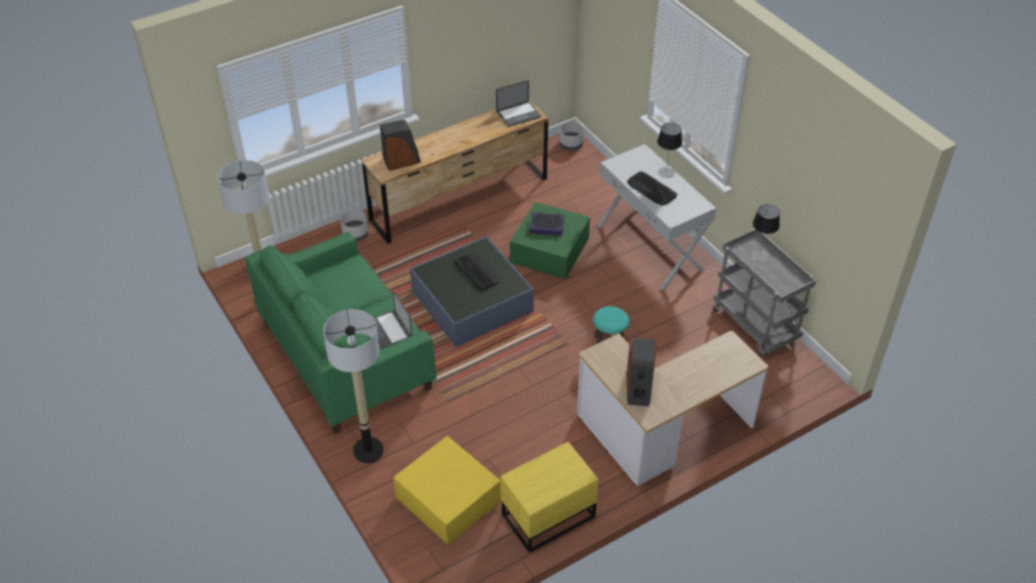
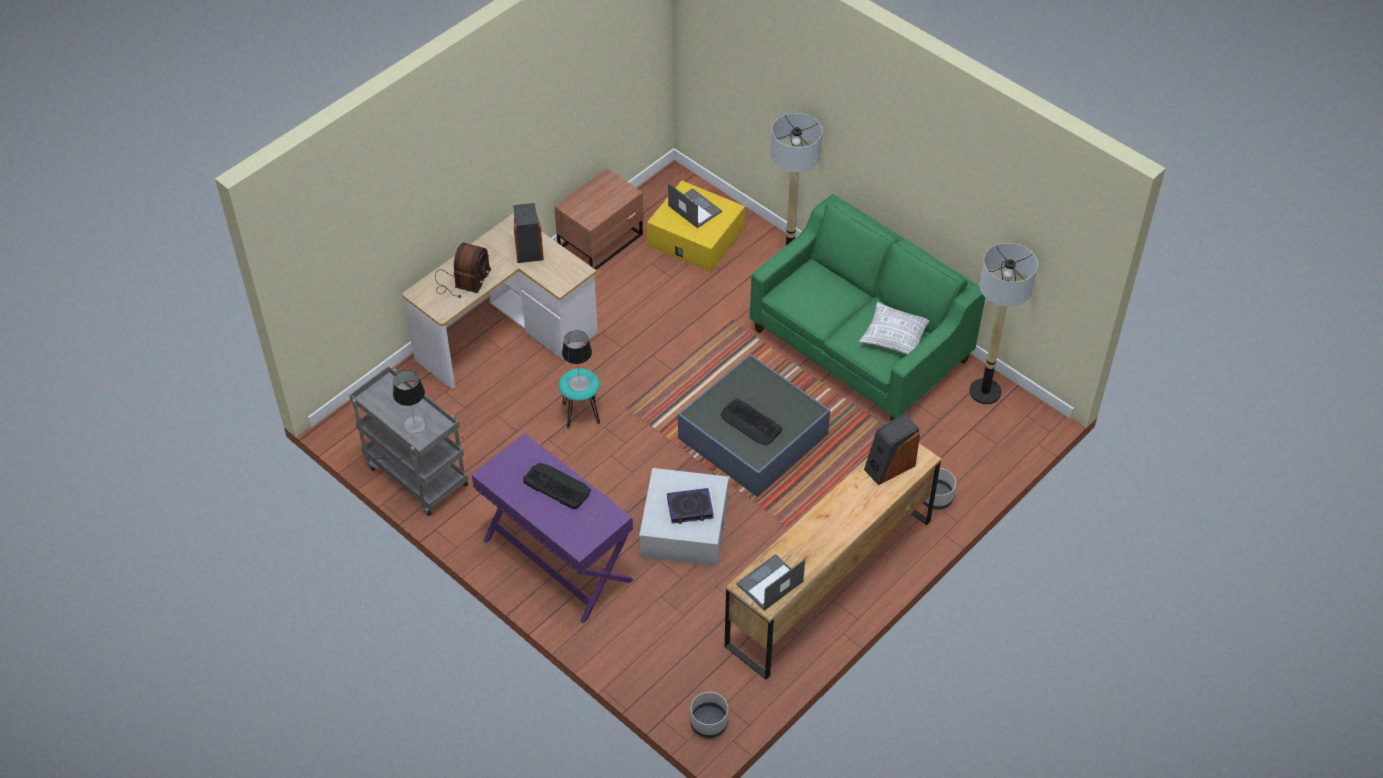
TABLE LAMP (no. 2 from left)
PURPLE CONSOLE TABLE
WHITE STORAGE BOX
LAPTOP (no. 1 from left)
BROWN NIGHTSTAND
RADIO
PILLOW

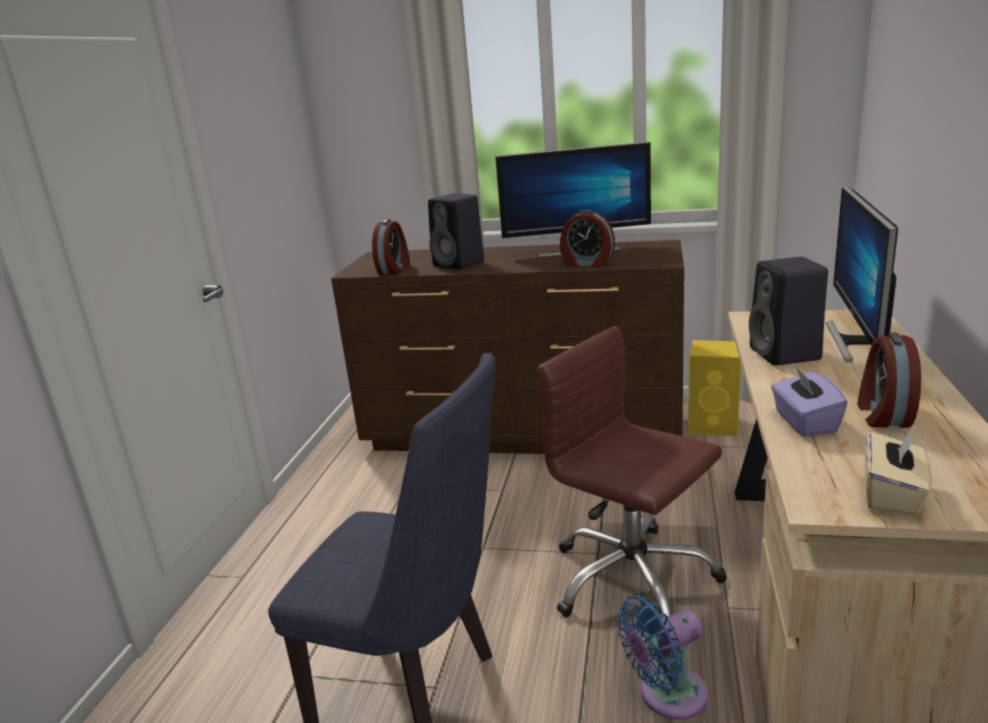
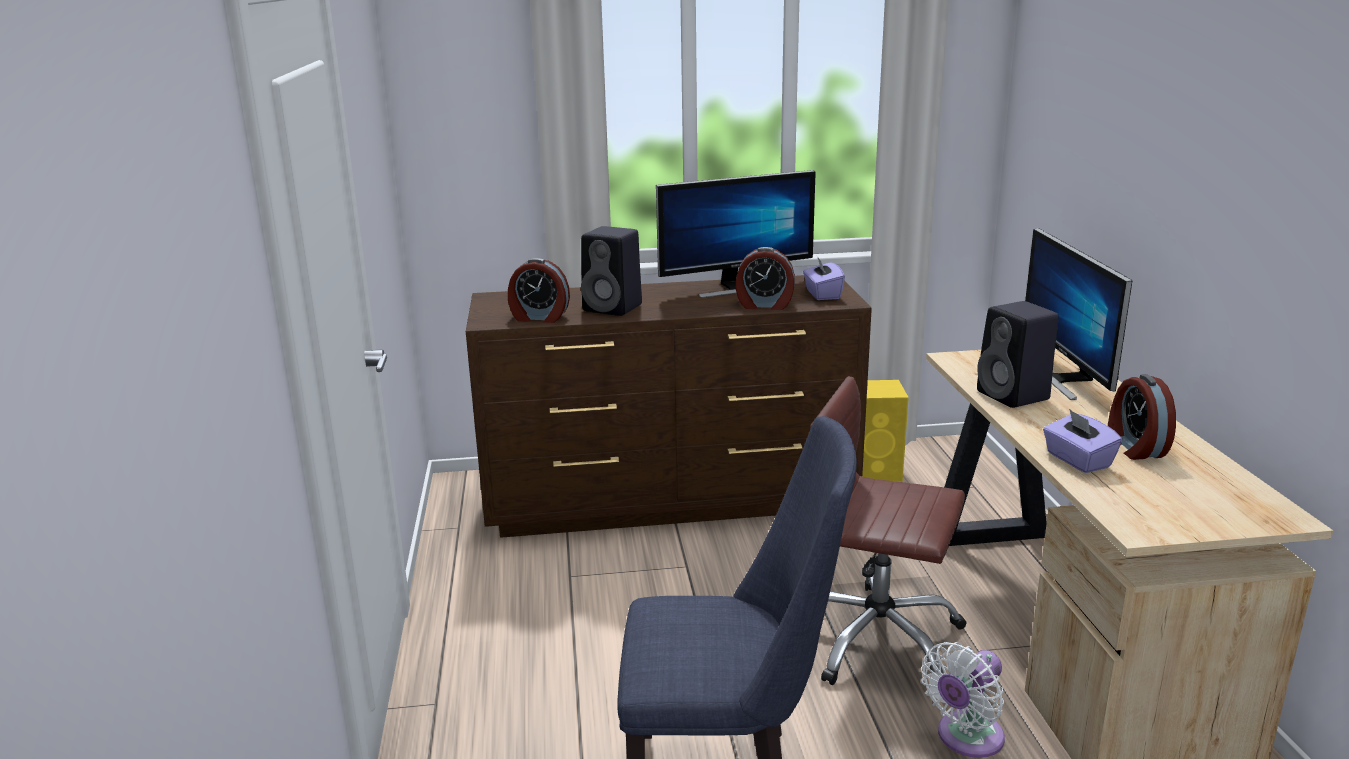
ALARM CLOCK (no. 1 from left)
BEIGE TISSUE BOX
WHITE FAN
PURPLE TISSUE BOX (no. 1 from left)

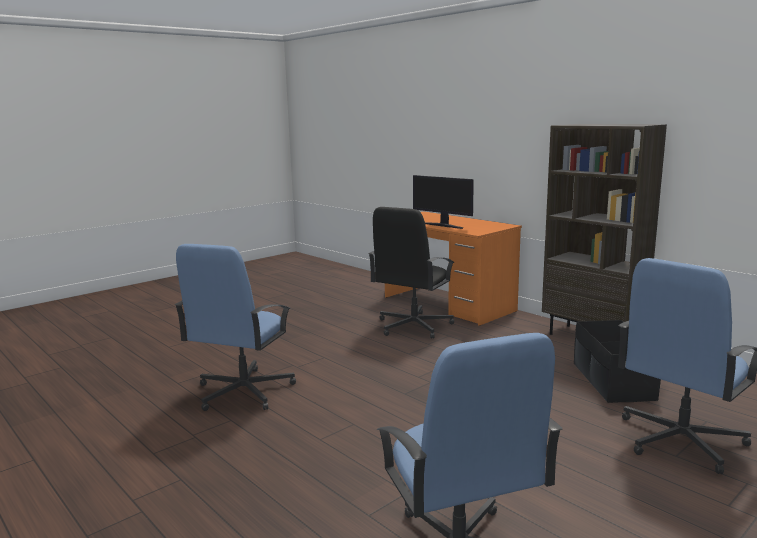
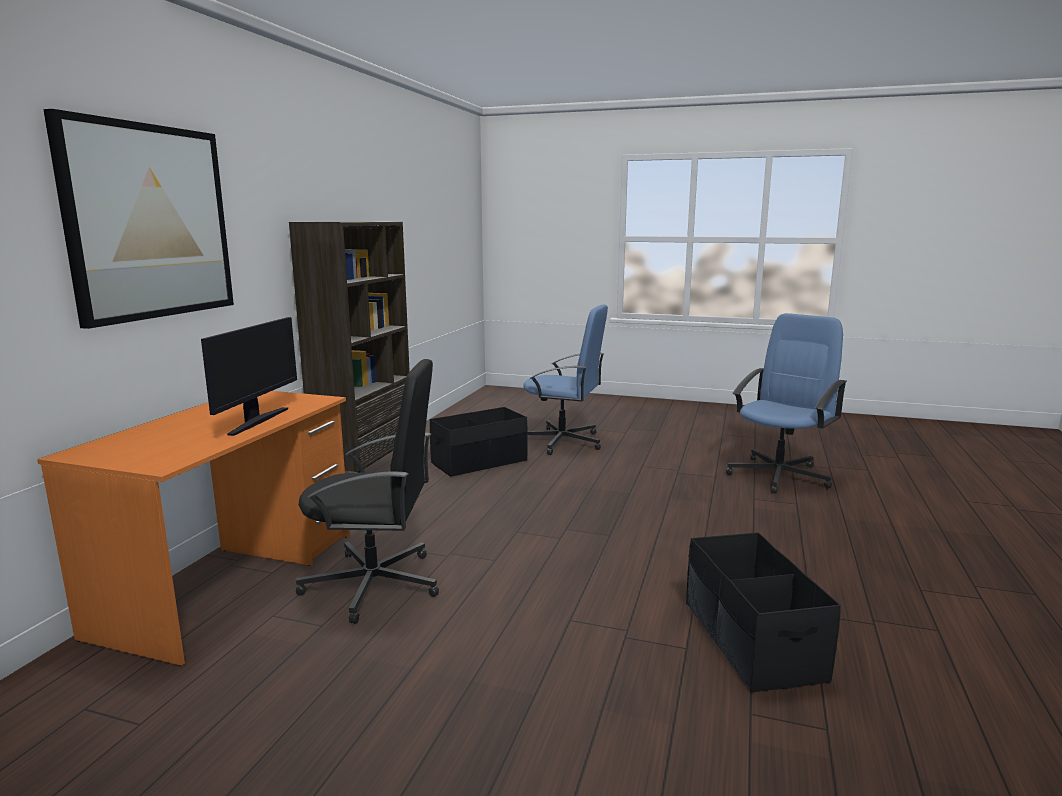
BLACK STORAGE BOX (no. 2 from left)
PICTURE

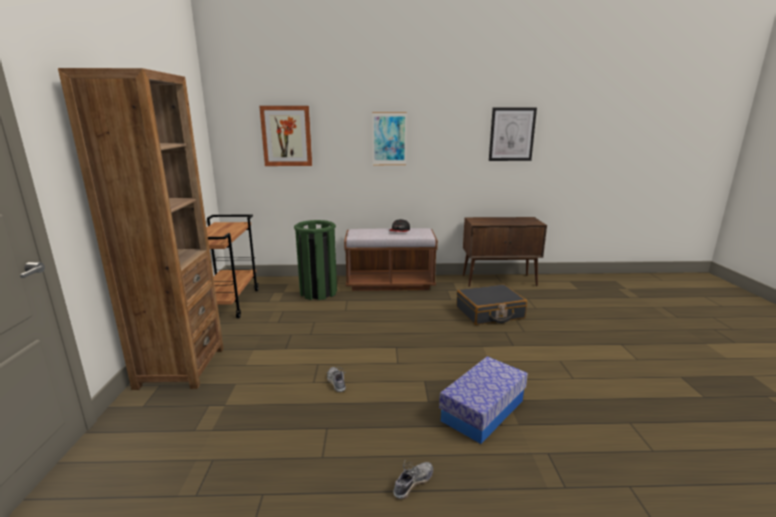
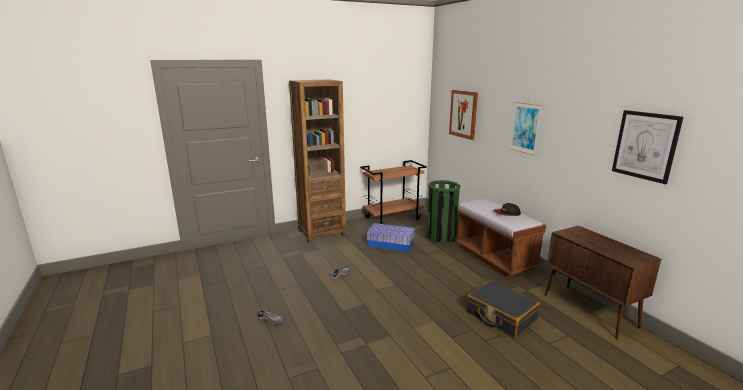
STORAGE BOX

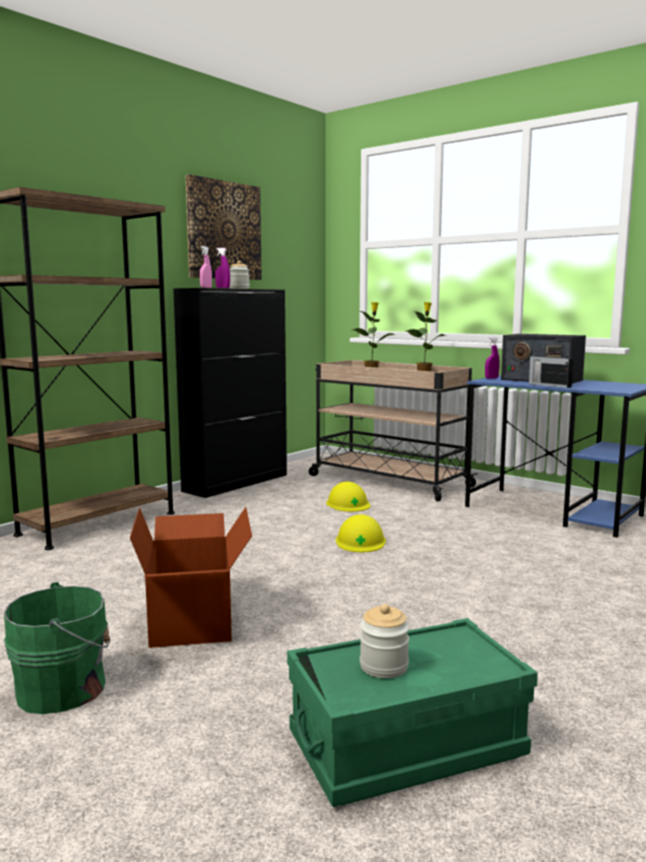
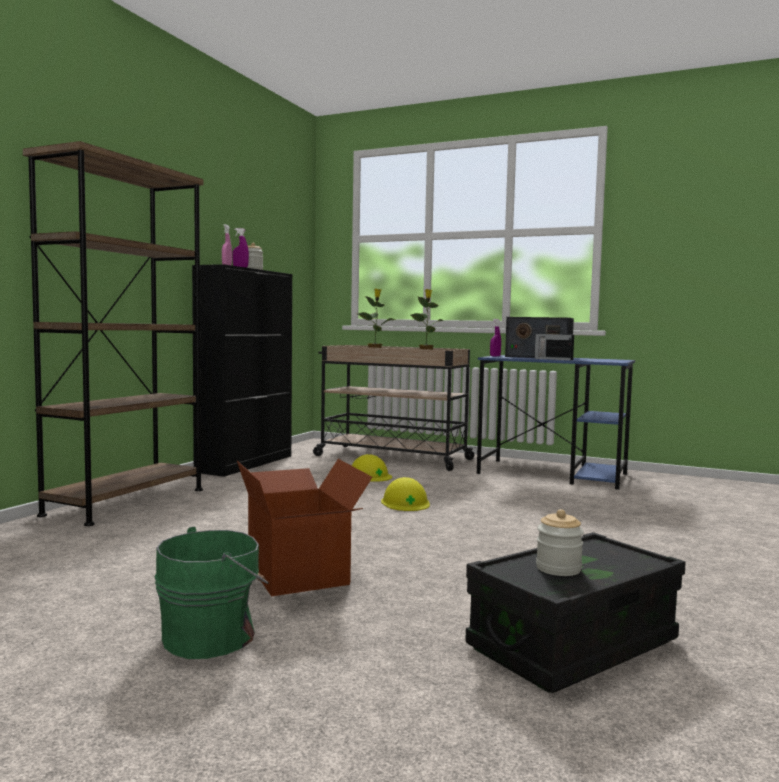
PICTURE
BLACK STORAGE BOX

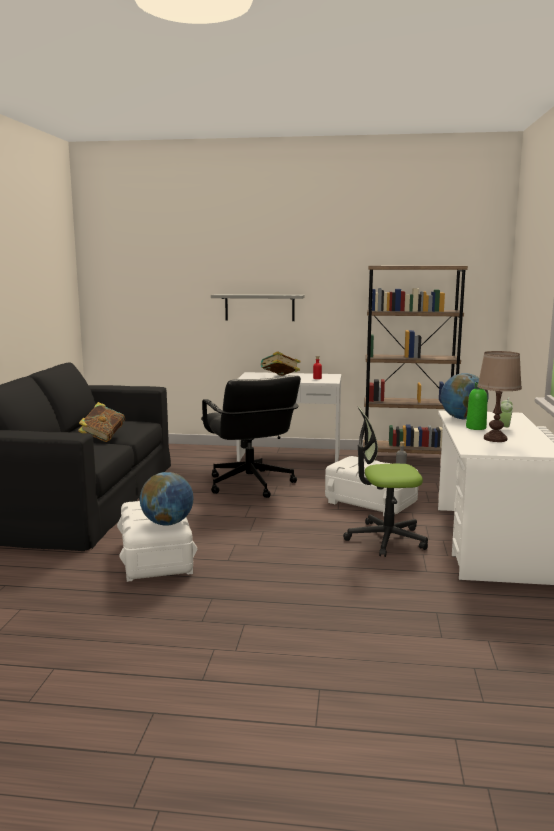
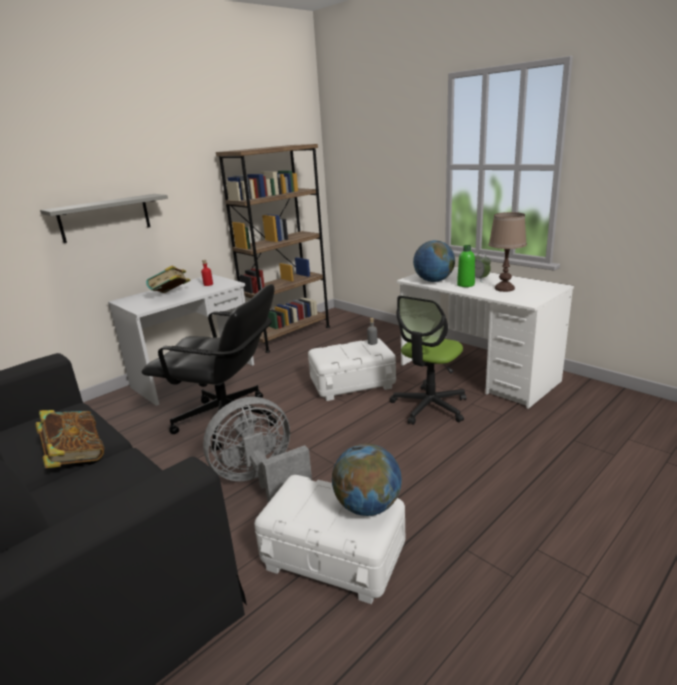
GREY FAN

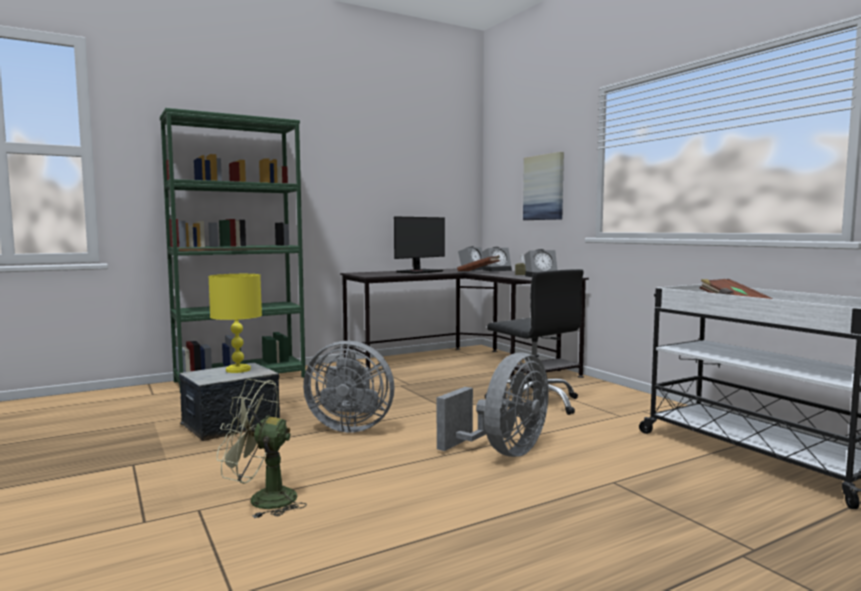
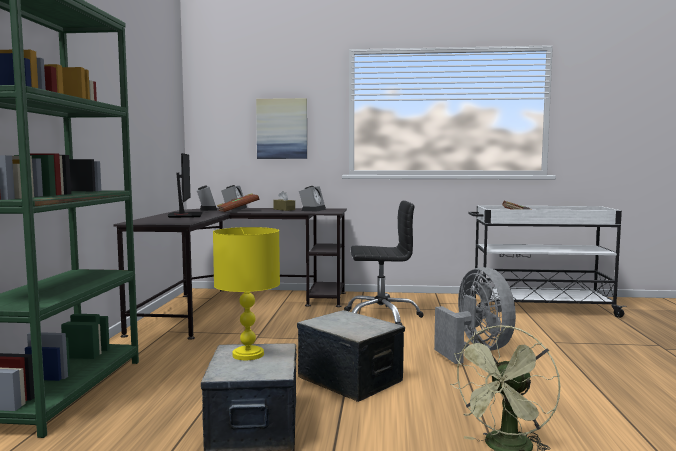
STORAGE BOX (no. 2 from left)

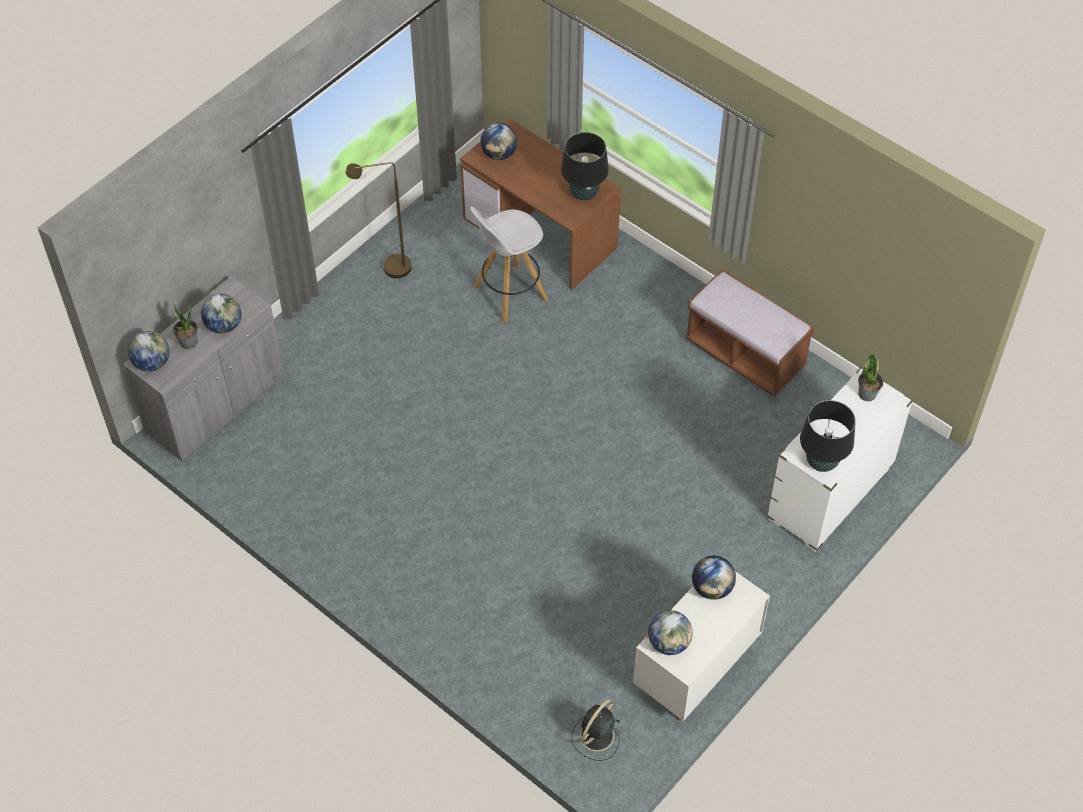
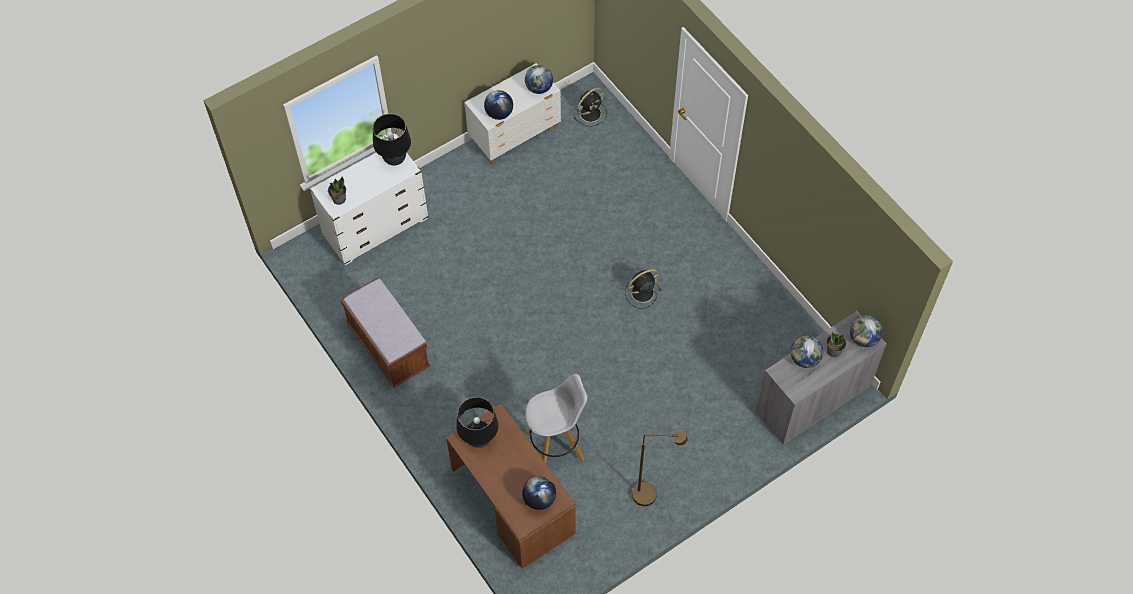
BLACK FAN (no. 2 from left)

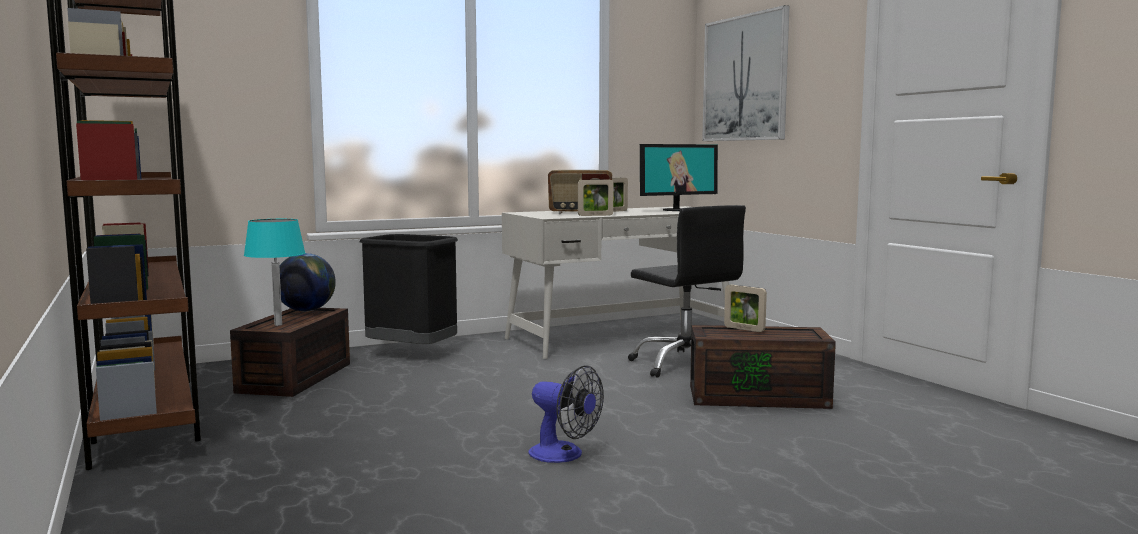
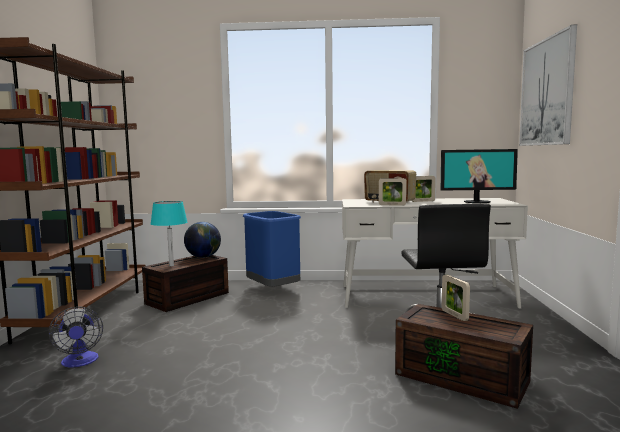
BLUE TRASH CAN
FAN

